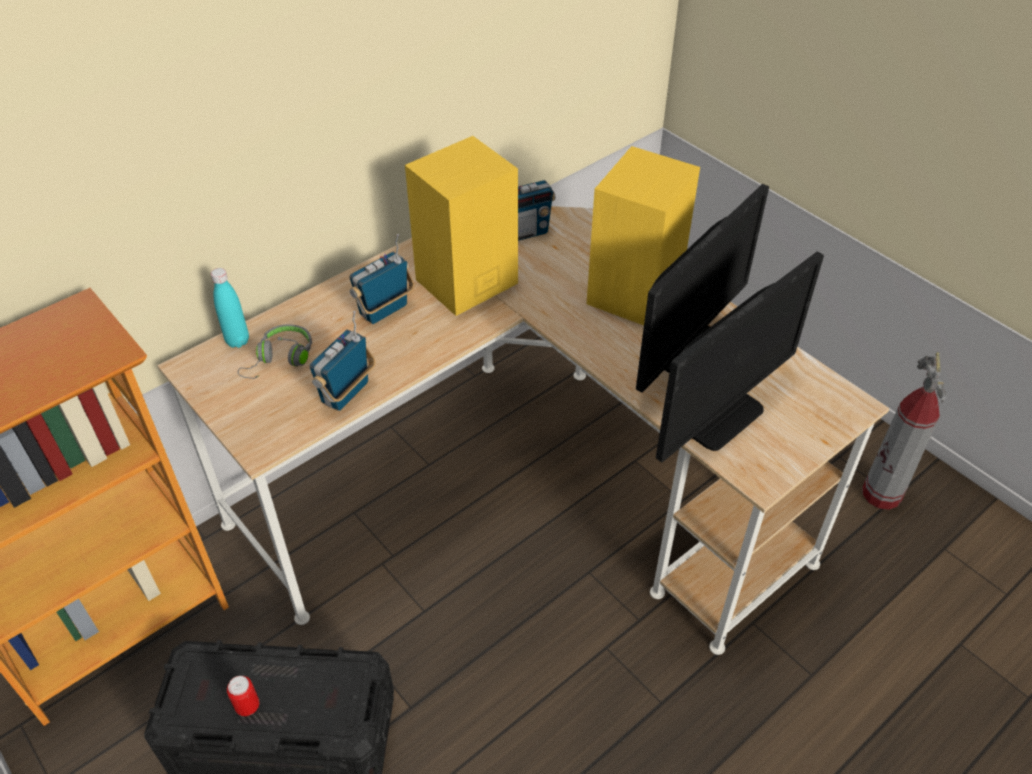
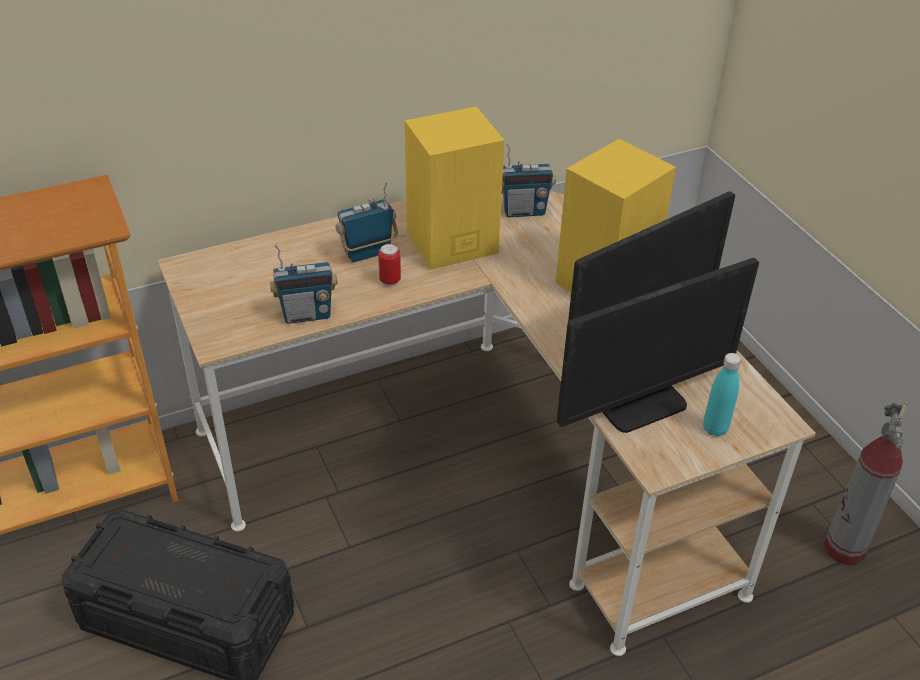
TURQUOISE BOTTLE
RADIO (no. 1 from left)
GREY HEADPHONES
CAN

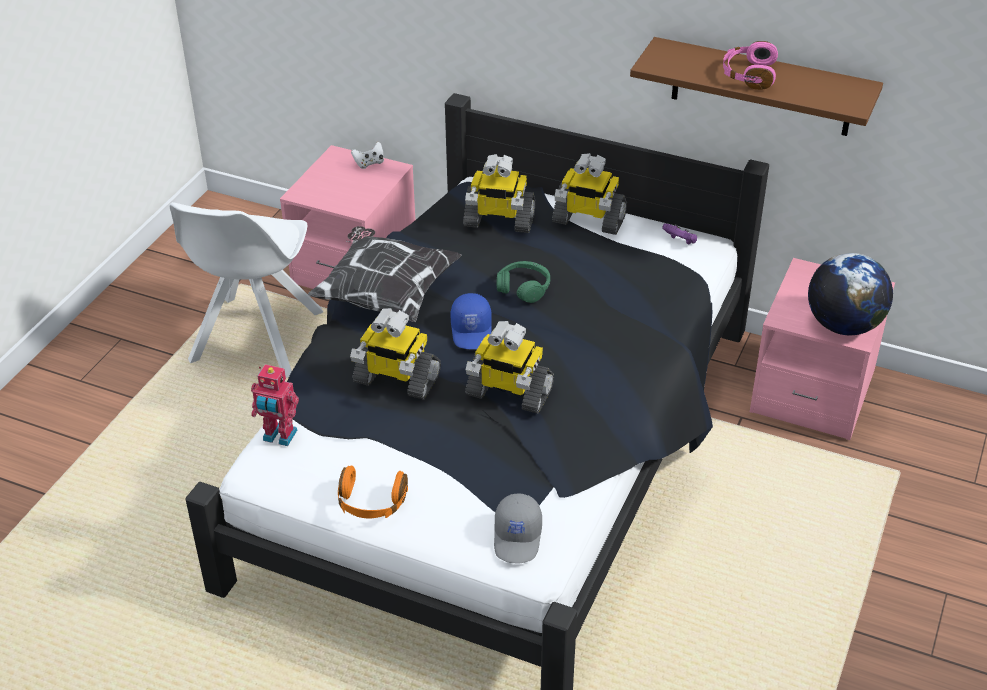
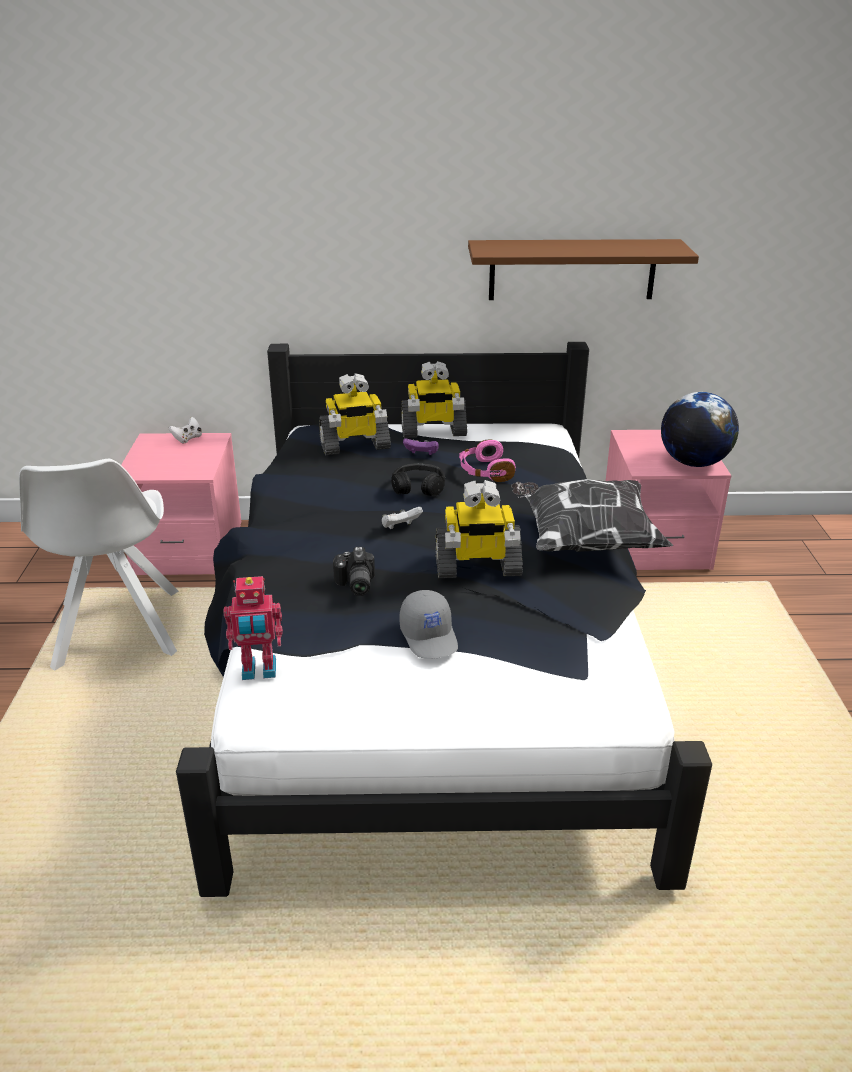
PINK HEADPHONES
PURPLE GAME CONTROLLER
PILLOW
BLACK HEADPHONES
WHITE GAME CONTROLLER (no. 2 from left)
PHOTO CAMERA
ORANGE HEADPHONES
GREY CAP

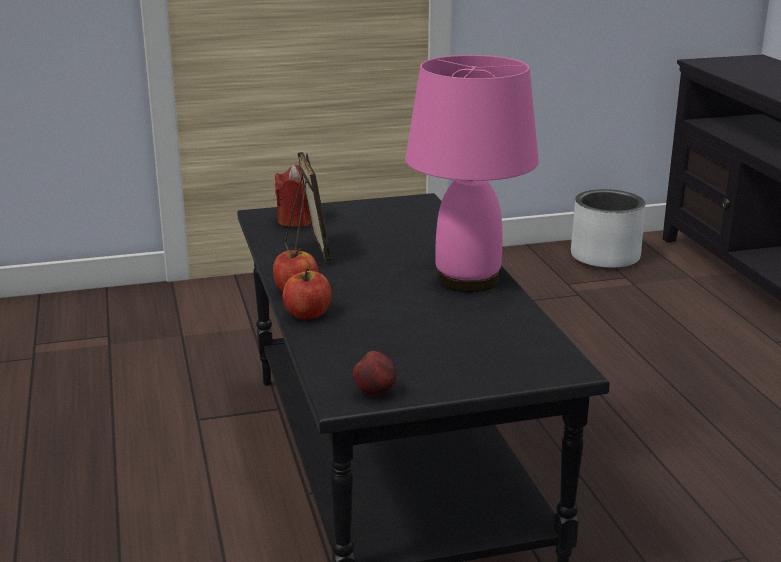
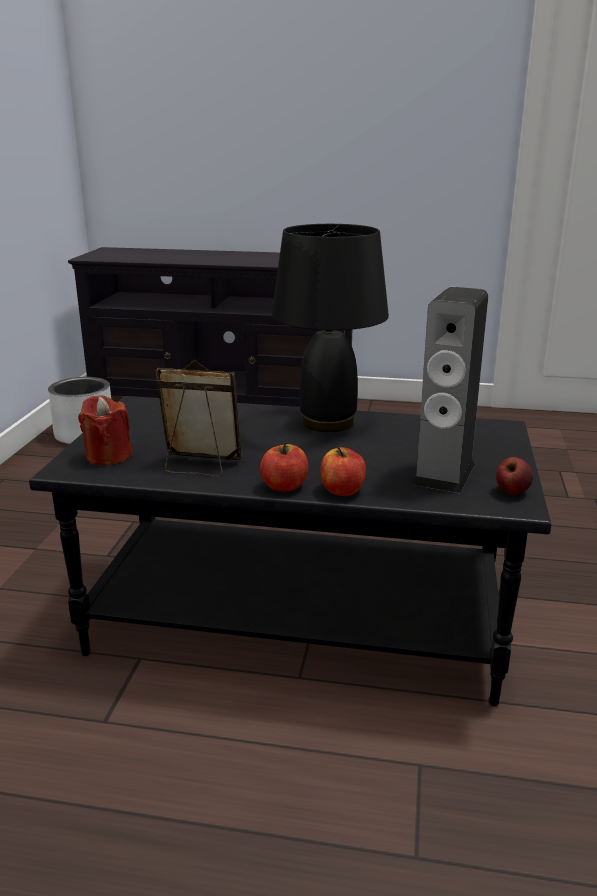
BLACK TABLE LAMP
SPEAKER

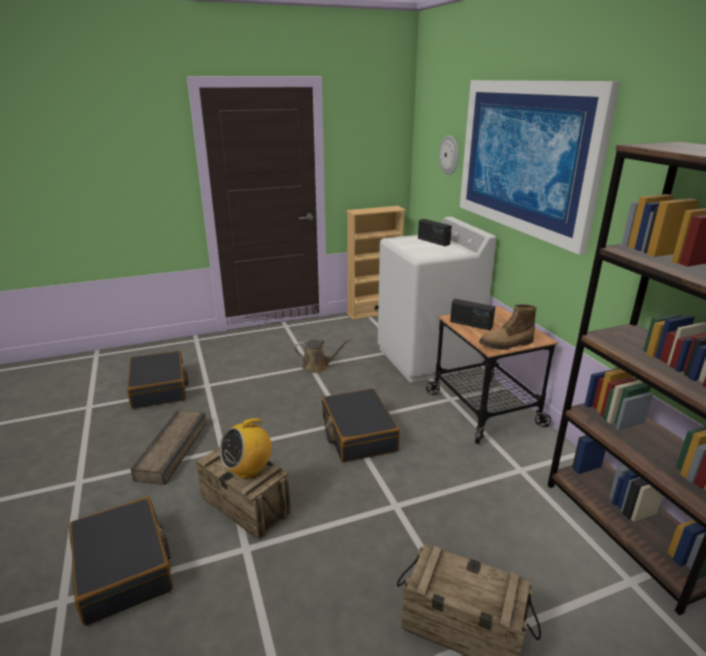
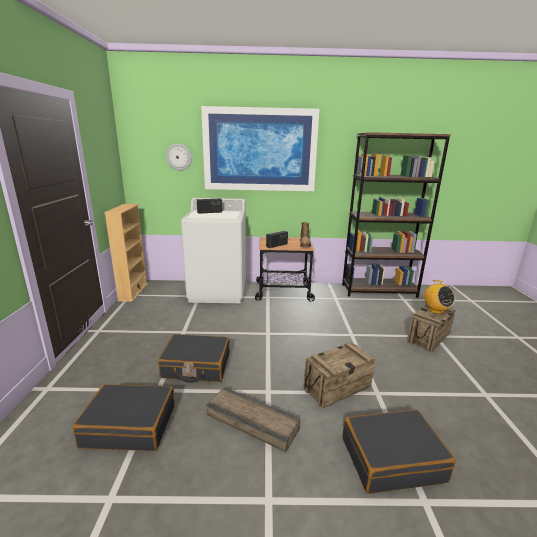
BROWN WATERING CAN
BLACK SUITCASE (no. 2 from left)
RADIO (no. 3 from left)

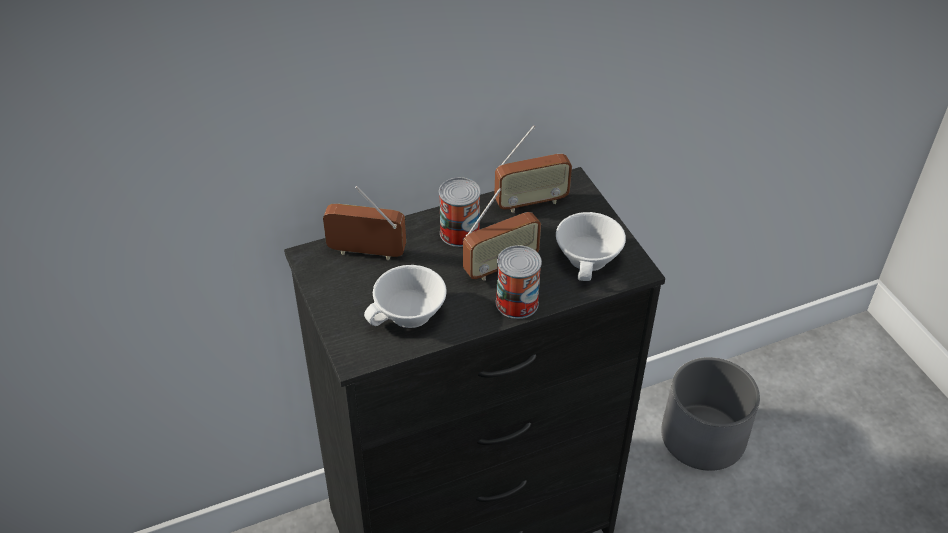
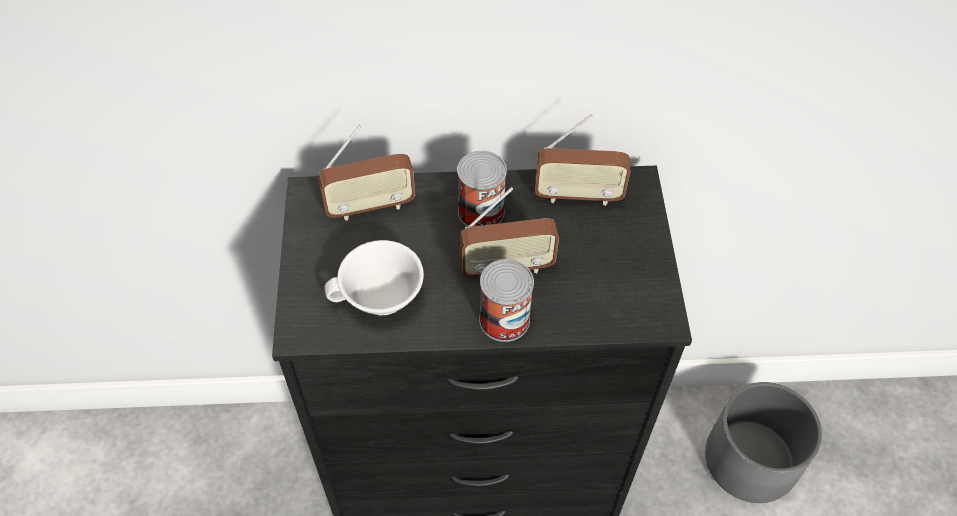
RADIO (no. 1 from left)
WHITE CUP (no. 2 from left in the first image)

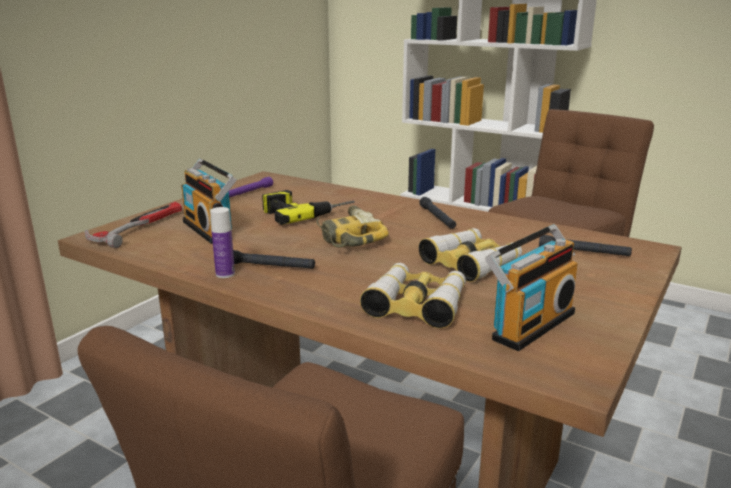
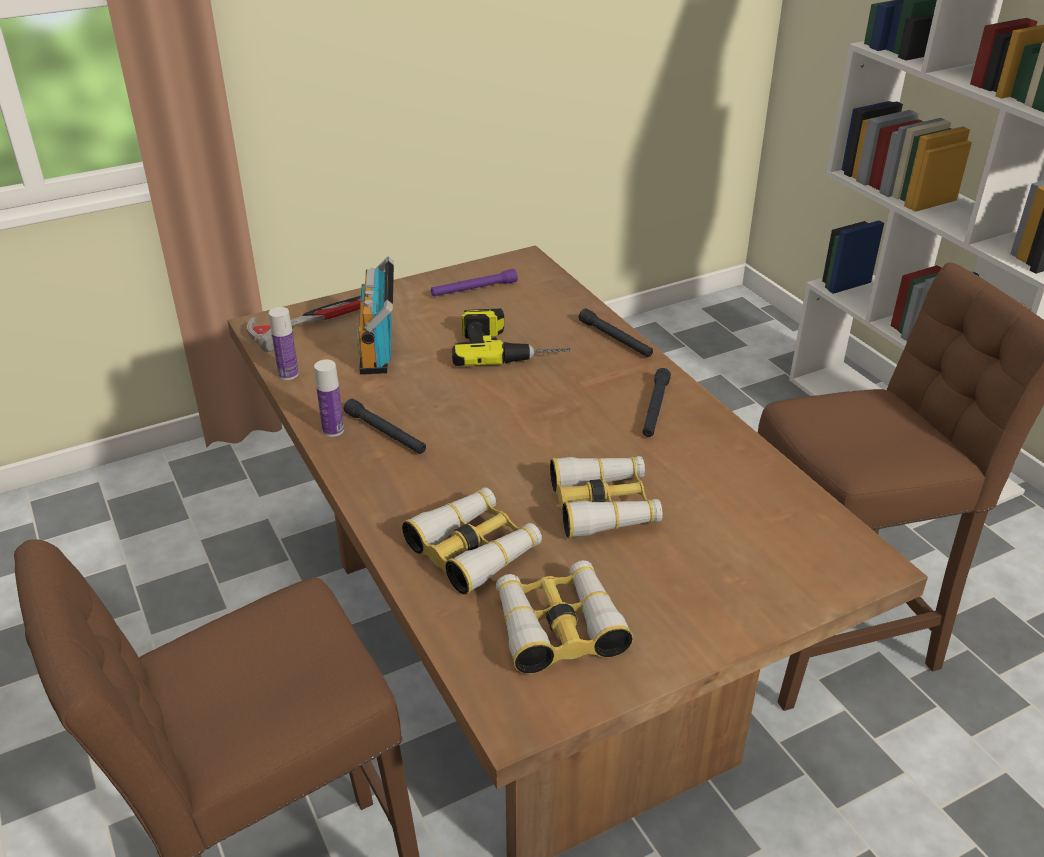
POWER DRILL (no. 2 from left in the first image)
BINOCULARS (no. 2 from left)
BLACK FLASHLIGHT (no. 2 from left)
BOTTLE (no. 1 from left)

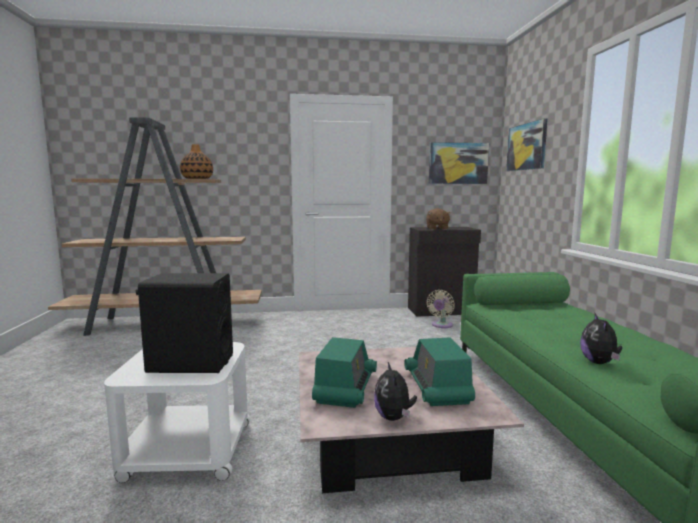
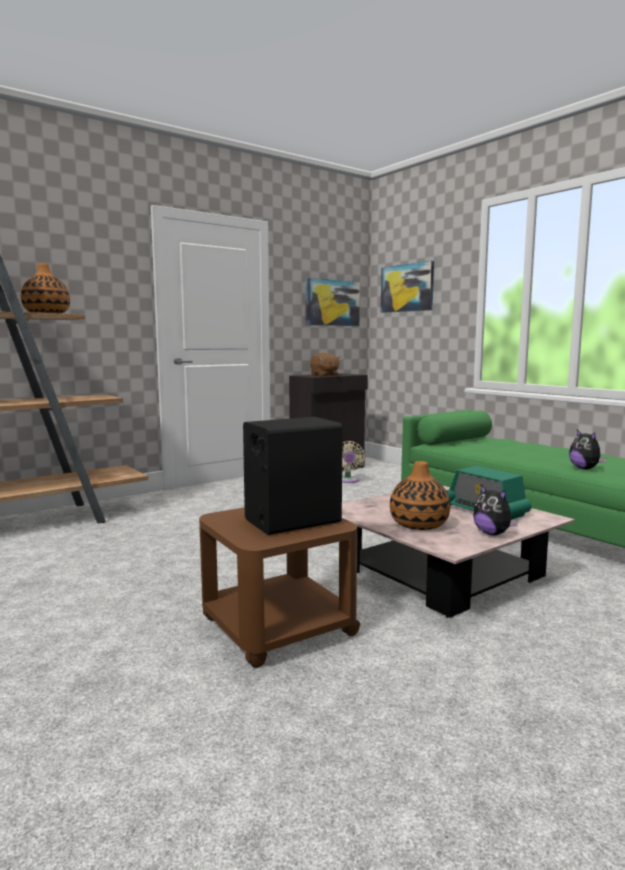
VASE (no. 2 from left)
BROWN SIDE TABLE

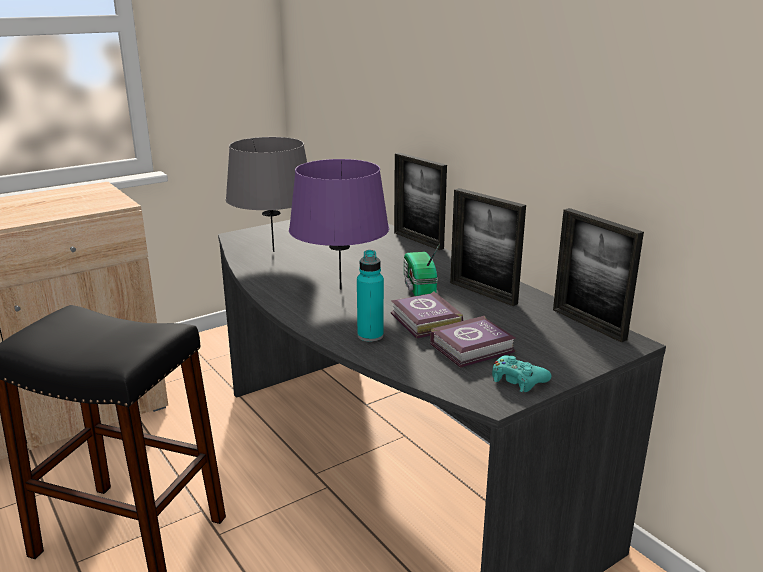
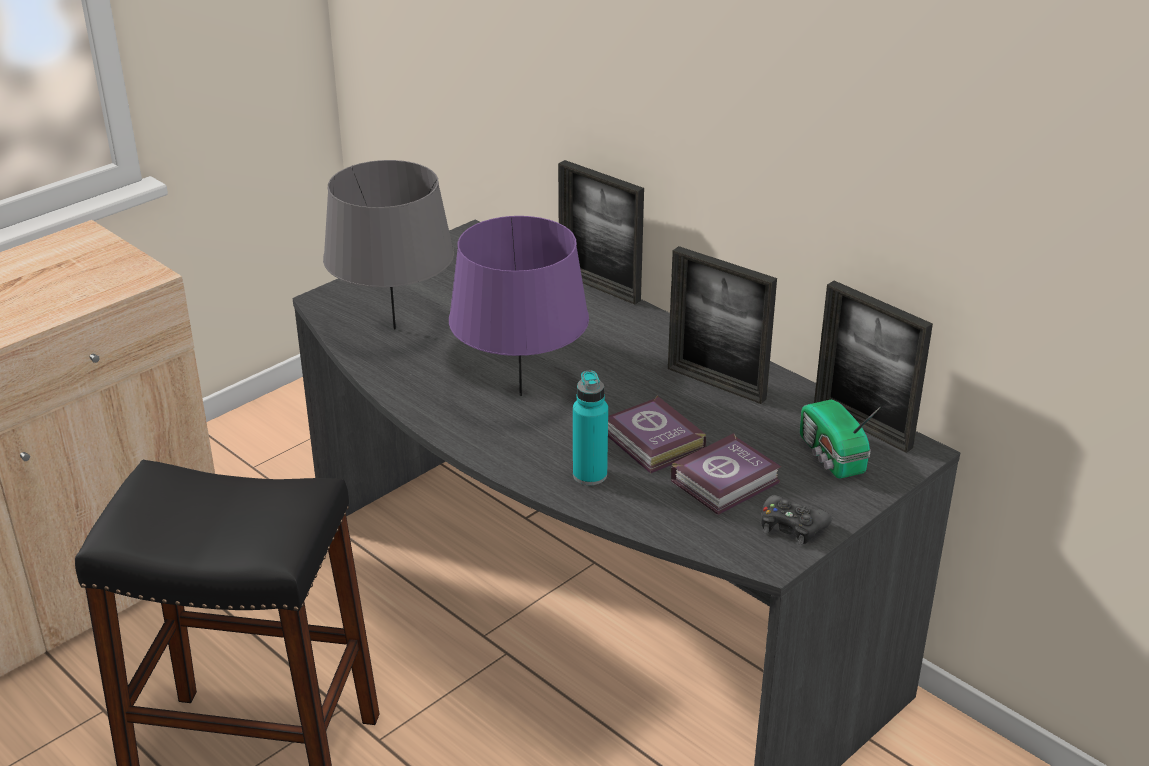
RADIO
BLACK GAME CONTROLLER

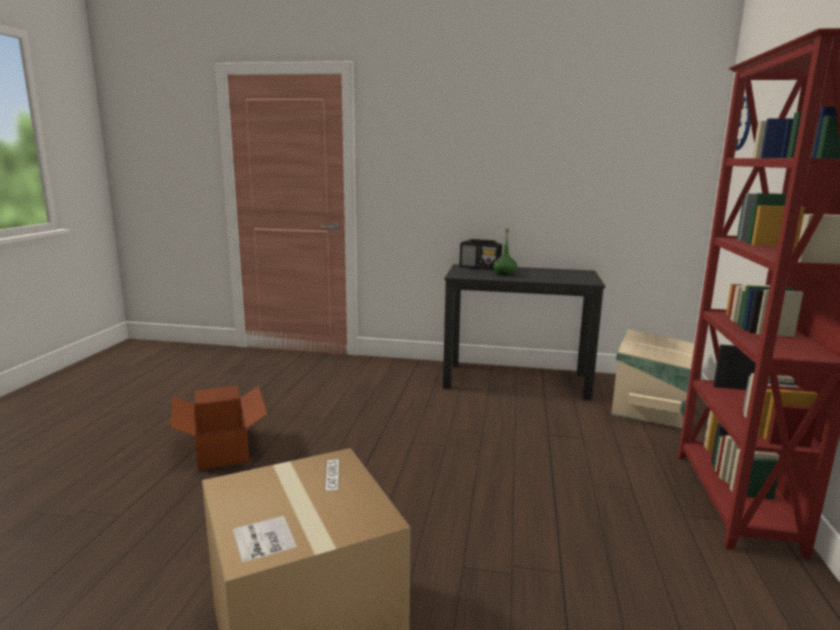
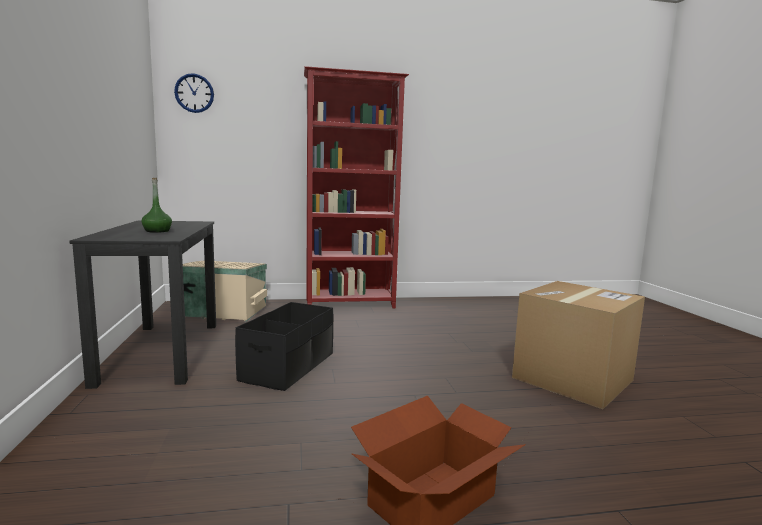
RADIO
BLACK STORAGE BOX

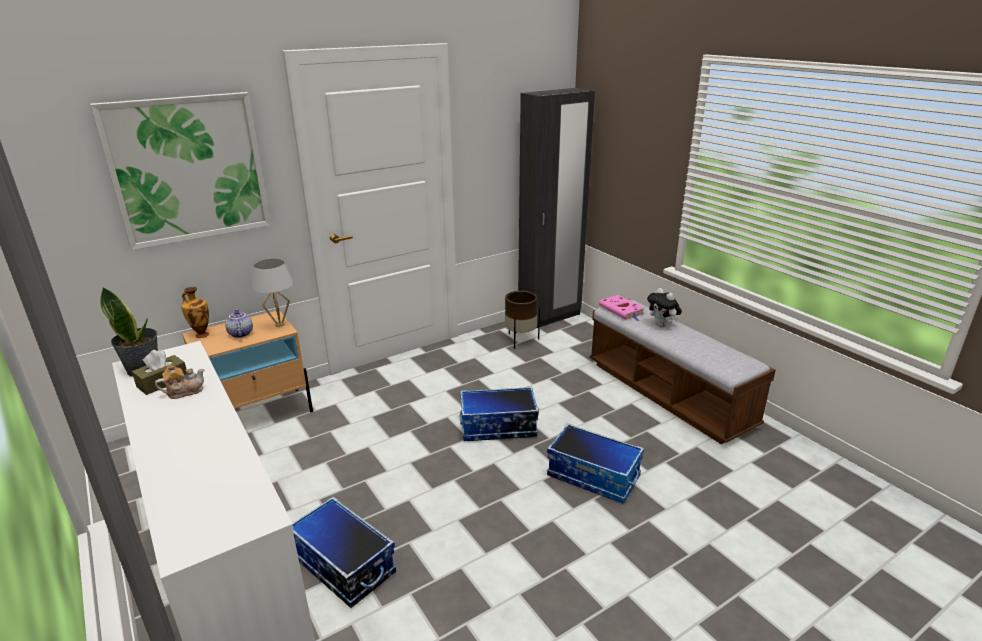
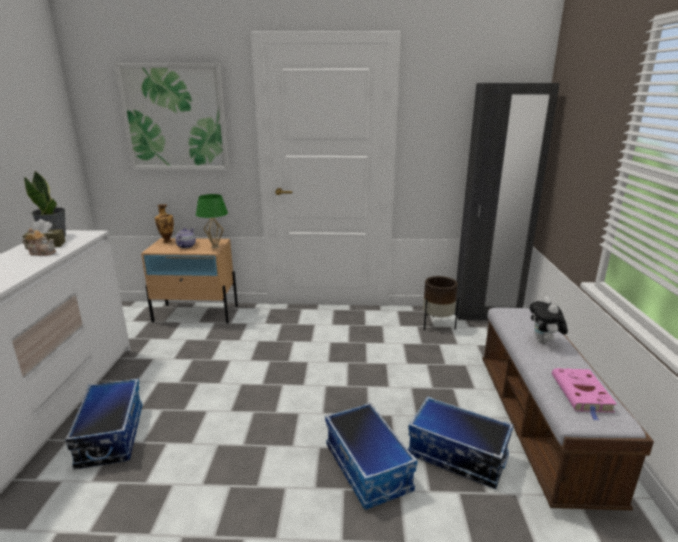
GREEN TABLE LAMP
PINK BOOK
STORAGE BOX (no. 3 from left)

